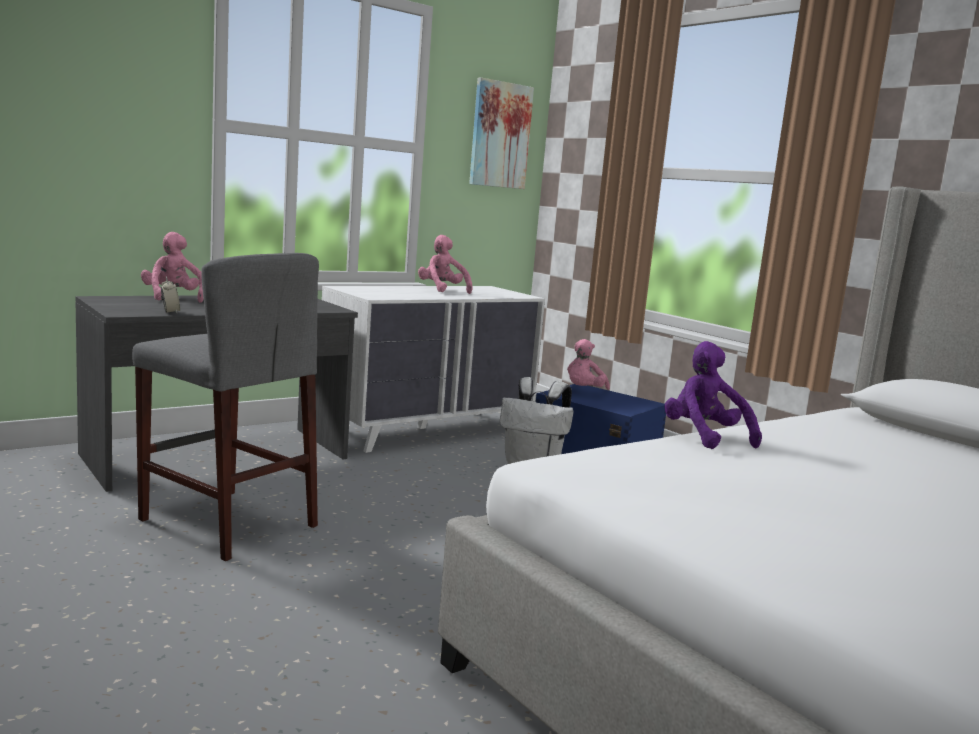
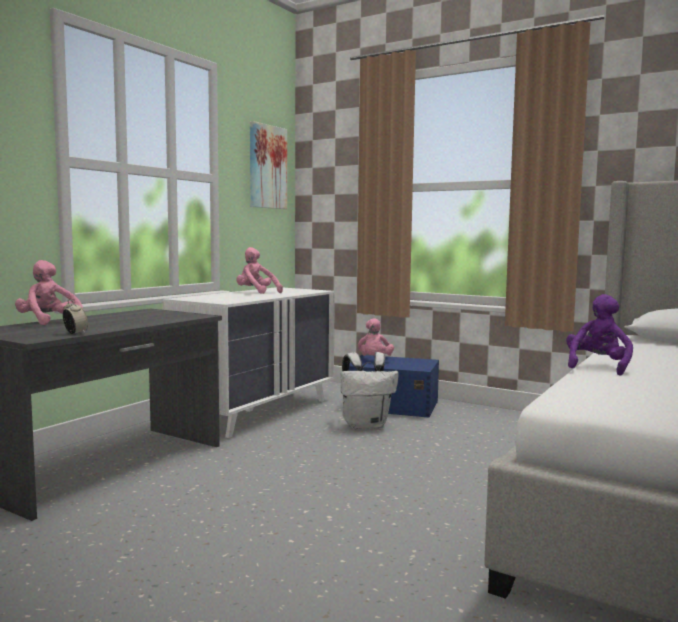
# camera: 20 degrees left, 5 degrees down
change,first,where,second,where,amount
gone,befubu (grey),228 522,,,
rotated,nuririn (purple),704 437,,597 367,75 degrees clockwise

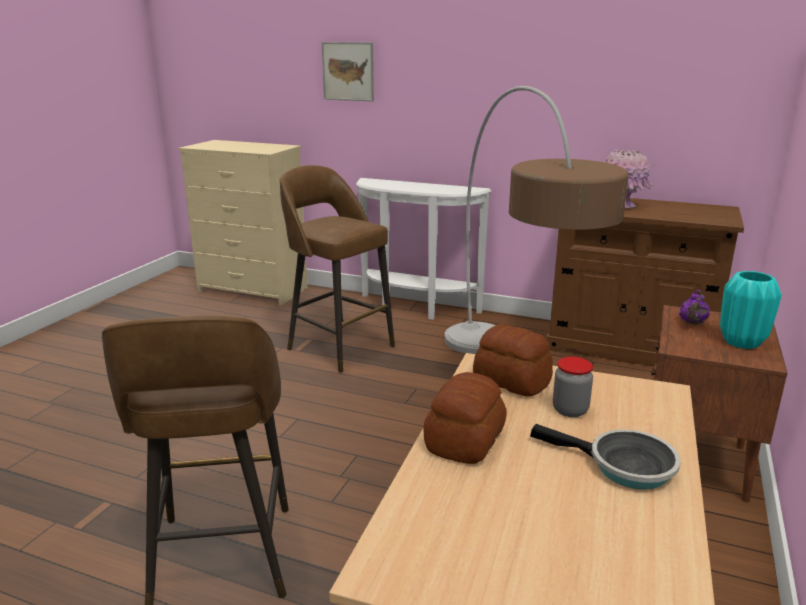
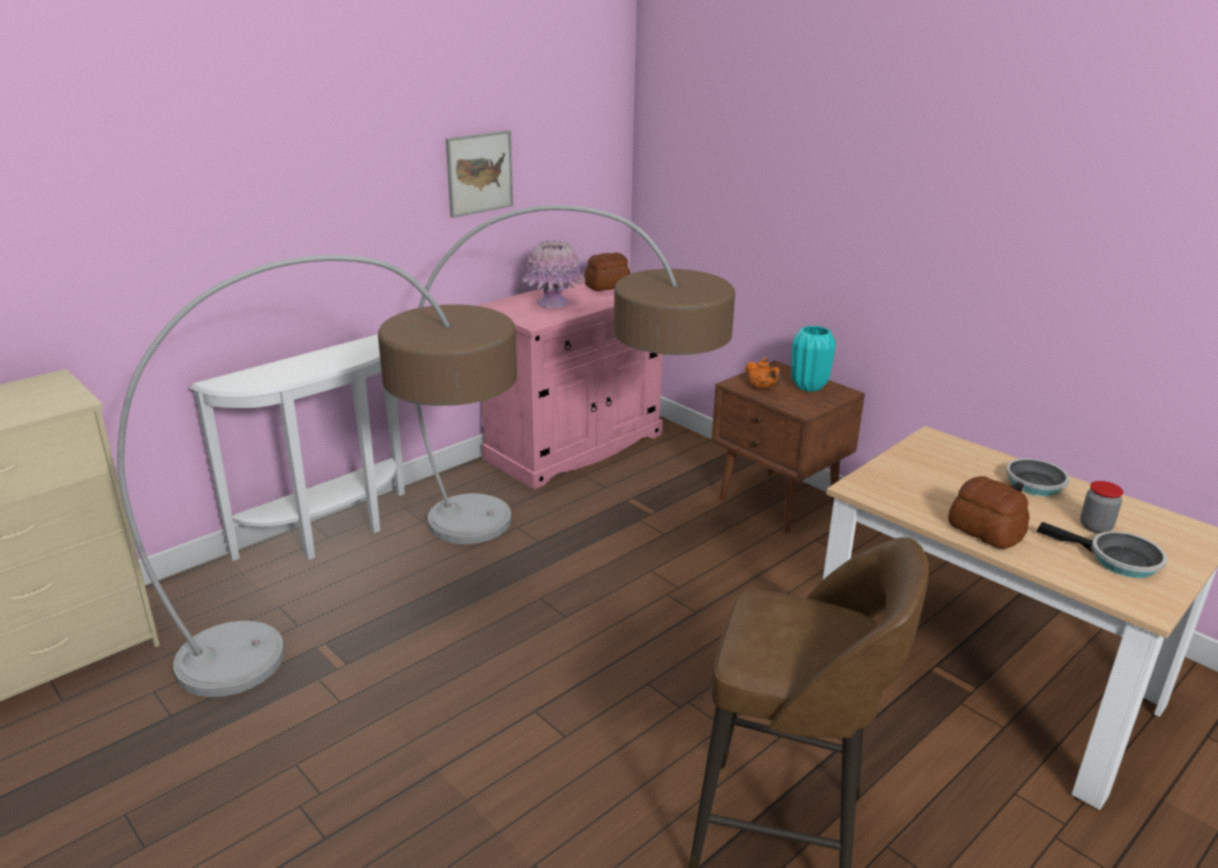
# camera: 65 degrees left, 5 degrees up
change,first,where,second,where,amount
new,,,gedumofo,1117 560,
shifted,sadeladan,348 71,,479 173,
shifted,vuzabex,511 380,,606 286,
shifted,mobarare,570 410,,1095 527,
swapped,befubu (brown),338 347,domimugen,373 626,
repainted,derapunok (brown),629 347,derapunok (pink),575 446,
repainted,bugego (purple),692 323,bugego (orange),762 388,

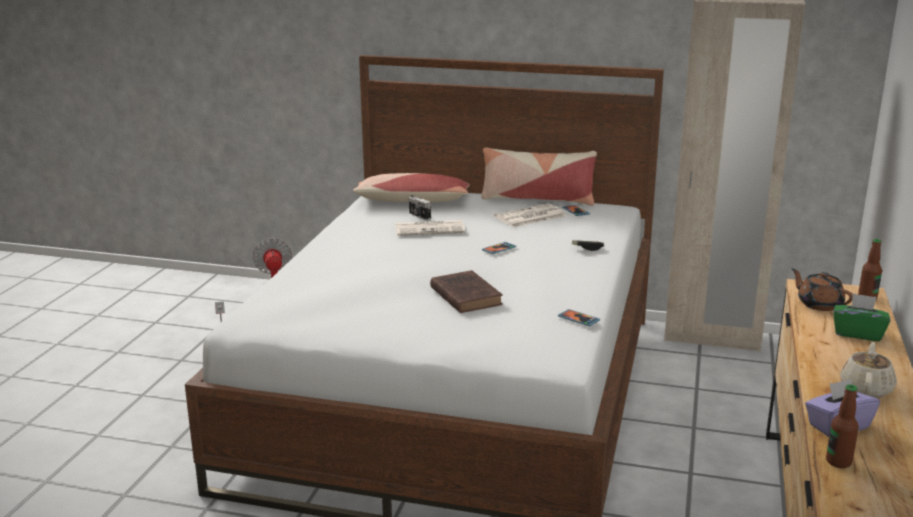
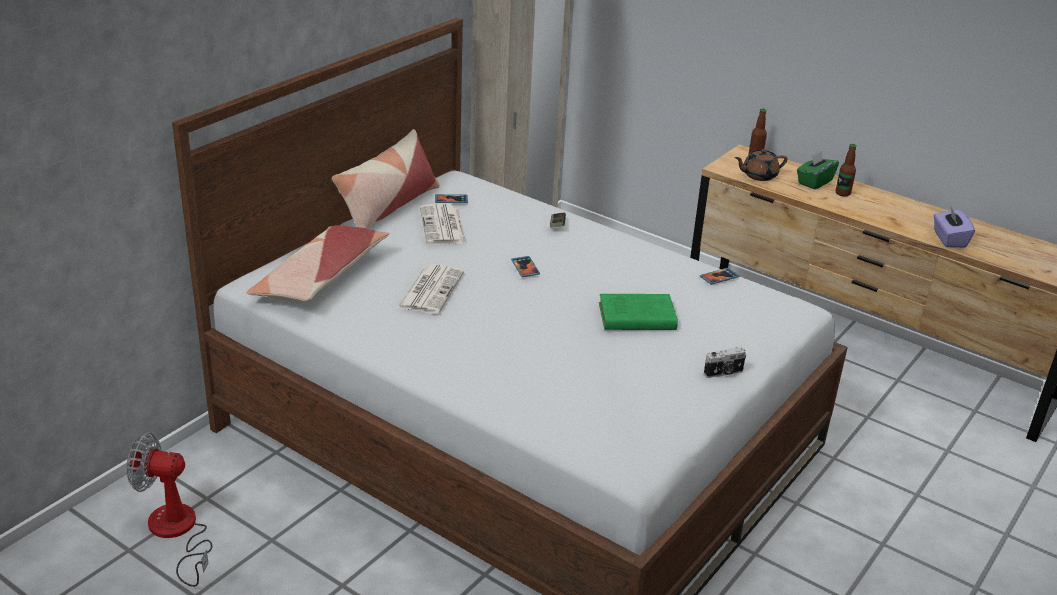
# camera: 70 degrees left, 10 degrees up
change,first,where,second,where,amount
gone,bugego (beige),866 388,,,
shifted,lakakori,419 216,,724 373,
shifted,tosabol,838 462,,842 193,
repainted,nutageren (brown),465 295,nutageren (green),634 317,

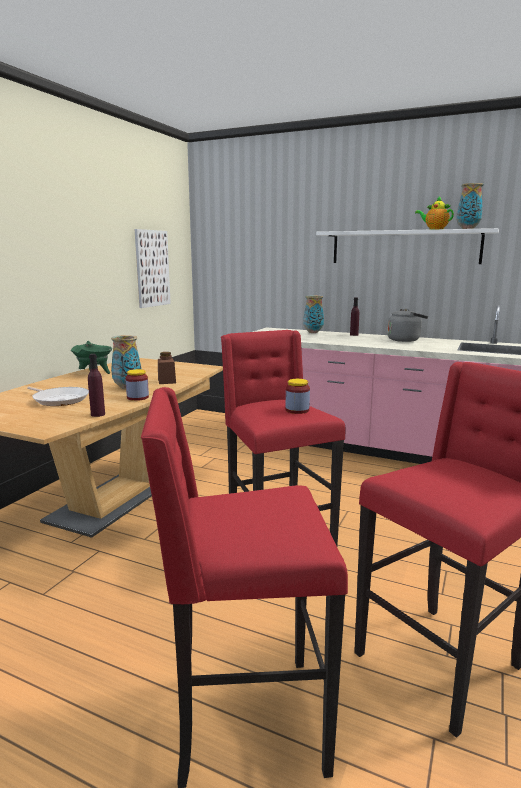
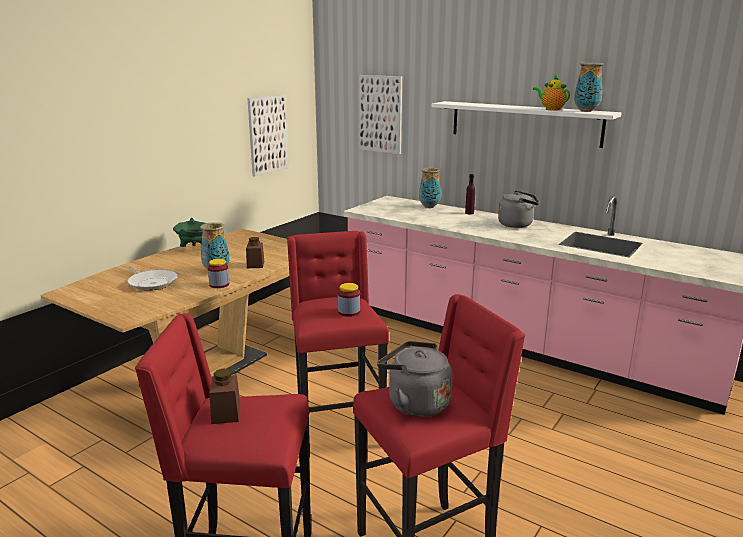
# camera: 10 degrees right, 5 degrees up
change,first,where,second,where,amount
gone,tosabol (purple),98 414,,,
new,,,mobarare (brown),226 413,
new,,,sadeladan,380 114,
new,,,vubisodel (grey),415 403,

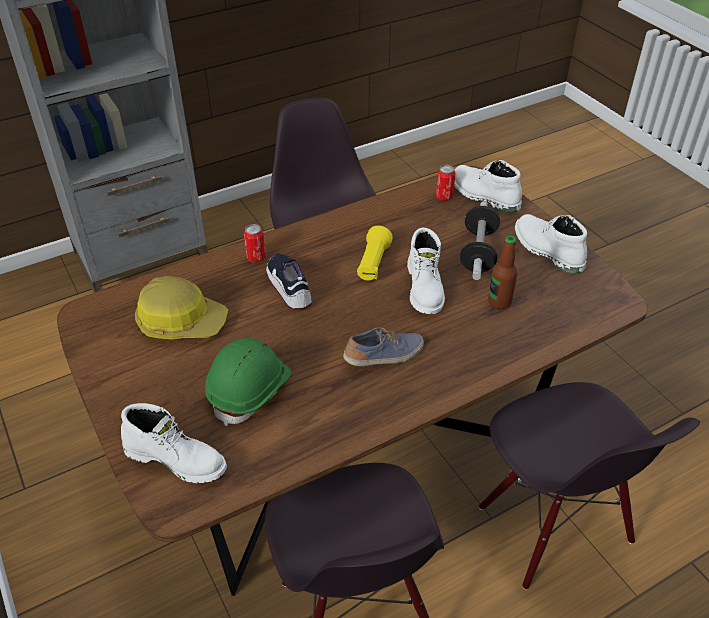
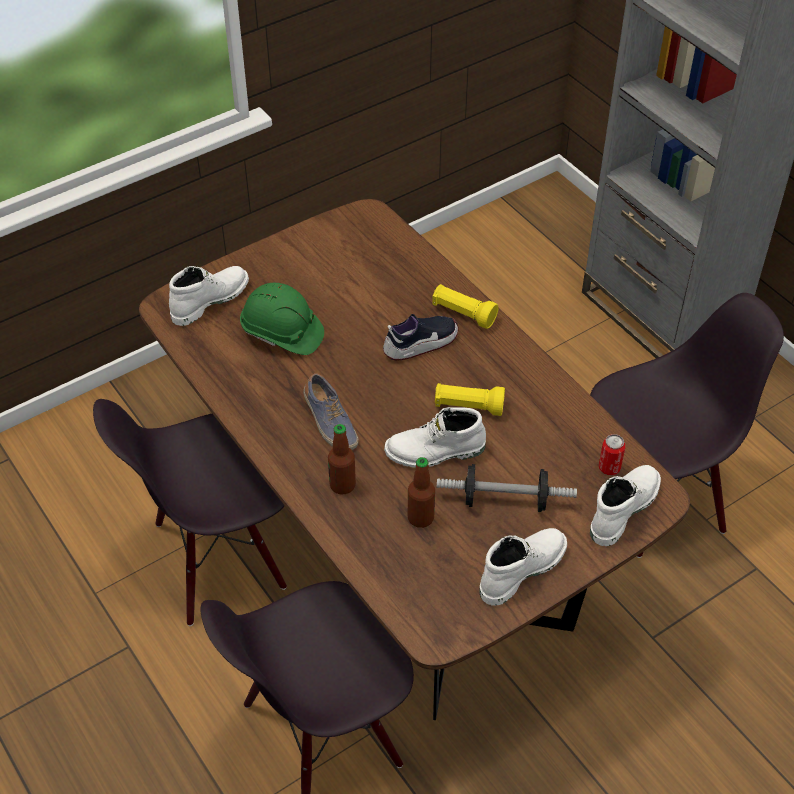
# camera: 85 degrees right, 5 degrees up
change,first,where,second,where,amount
gone,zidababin,181 321,,,
new,,,tosabol,342 485,
swapped,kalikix,256 258,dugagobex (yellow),463 314,
rotated,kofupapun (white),177 458,,209 300,150 degrees counterclockwise

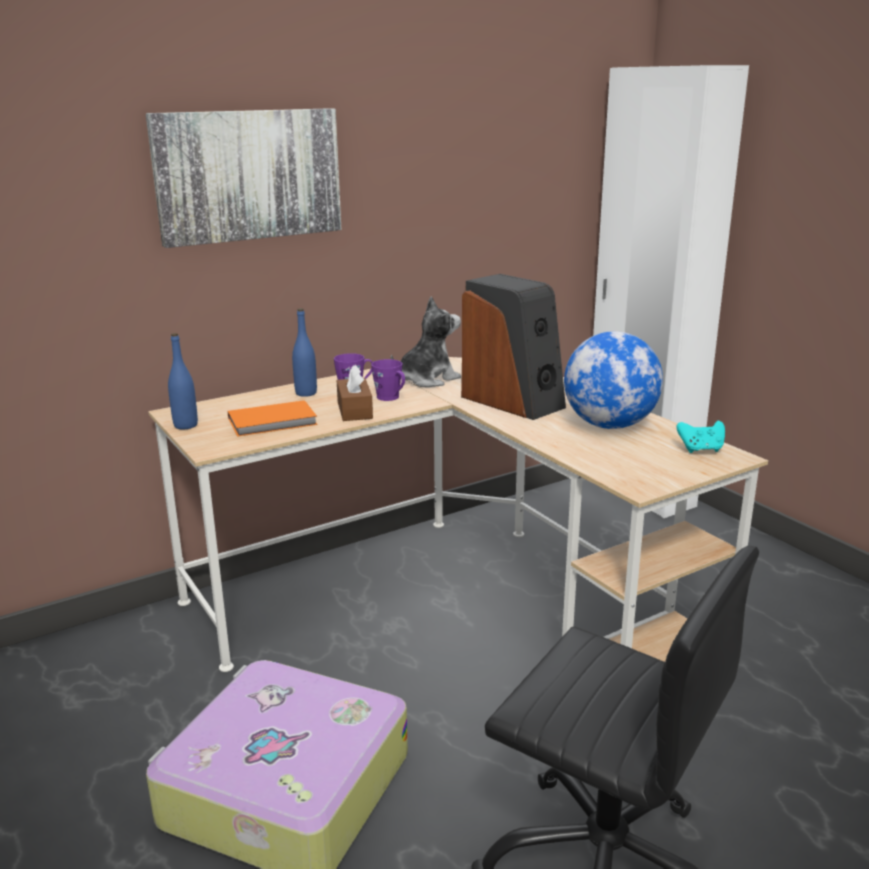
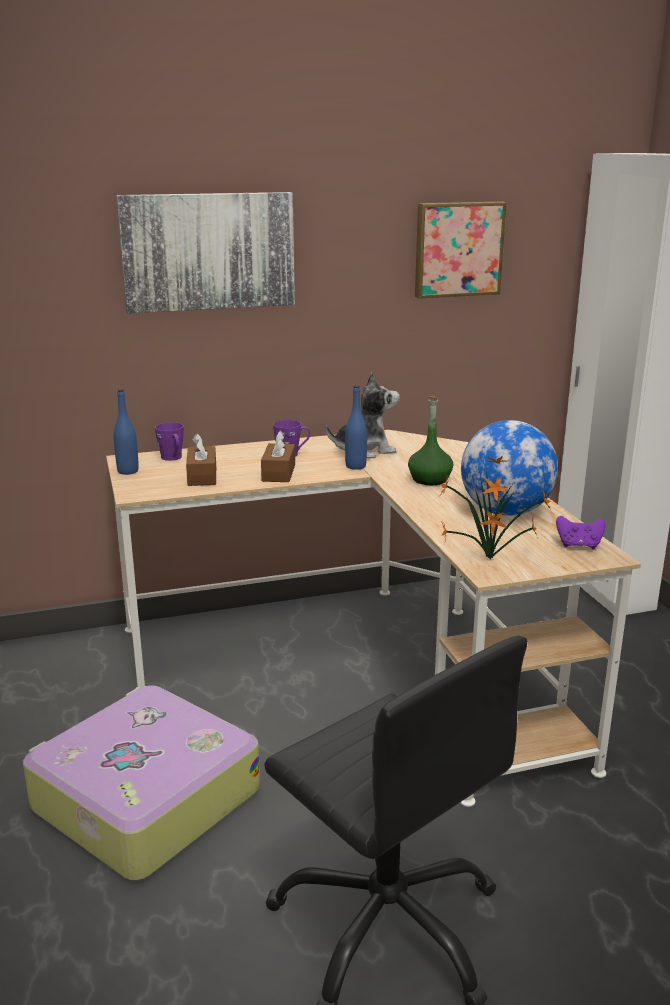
# camera: 15 degrees right, 0 degrees up
change,first,where,second,where,amount
new,,,sadeladan,457 249,
new,,,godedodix,492 560,
shifted,tosabol (blue),306 393,,355 466,
shifted,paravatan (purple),391 398,,172 458,
swapped,nutageren (orange),274 422,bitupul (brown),202 476,
swapped,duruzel,513 401,tosabol (green),429 479,
repainted,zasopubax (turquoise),701 449,zasopubax (purple),579 545,

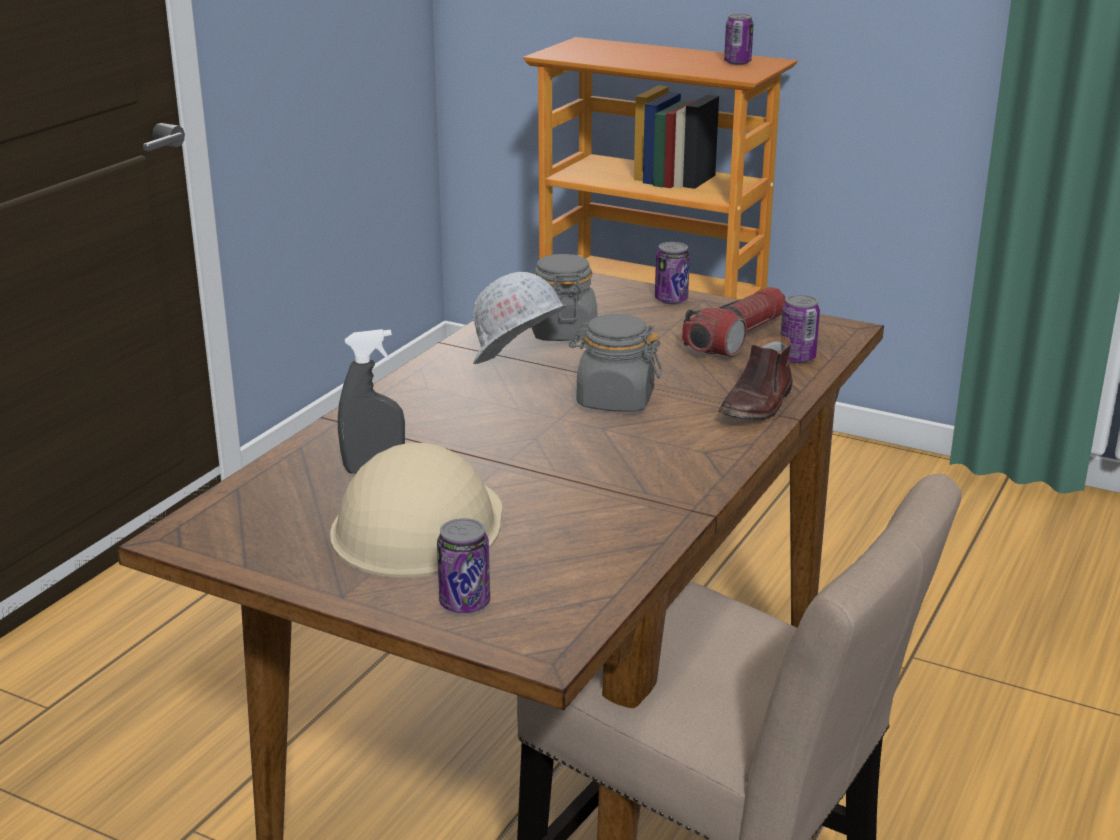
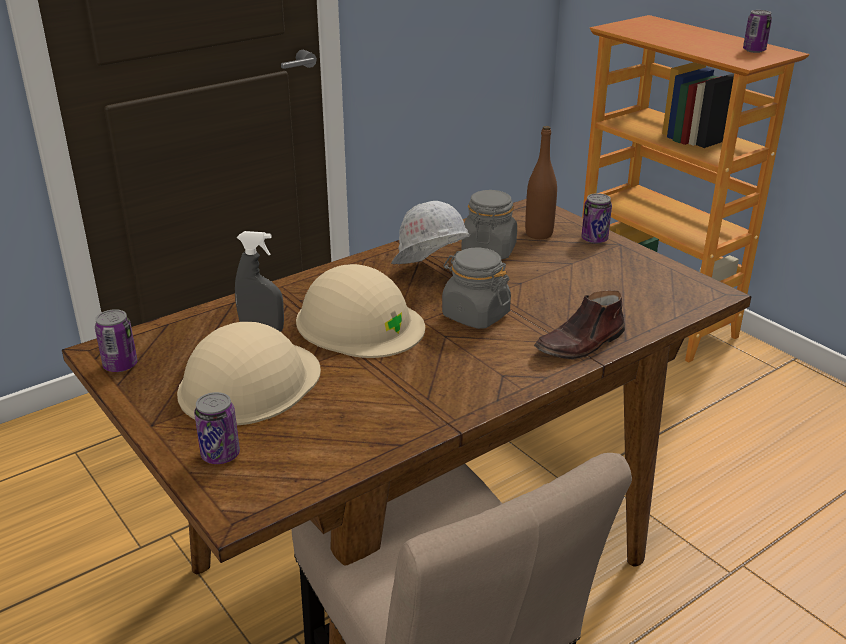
# camera: 25 degrees right, 5 degrees up
change,first,where,second,where,amount
gone,dugagobex,736 338,,,
new,,,zidababin (beige),359 323,
new,,,tosabol (brown),539 234,
shifted,kalikix,797 358,,120 365,

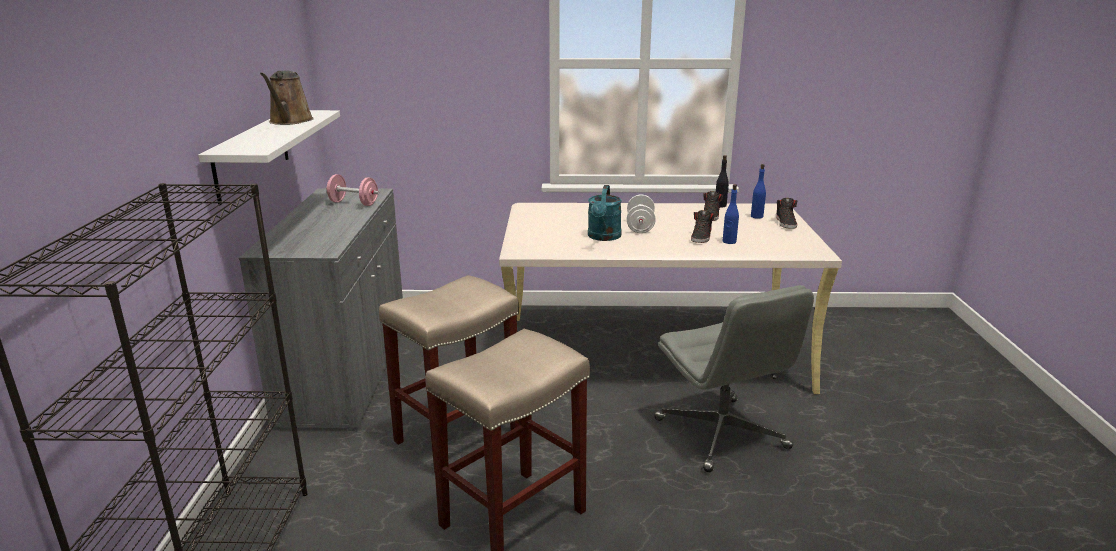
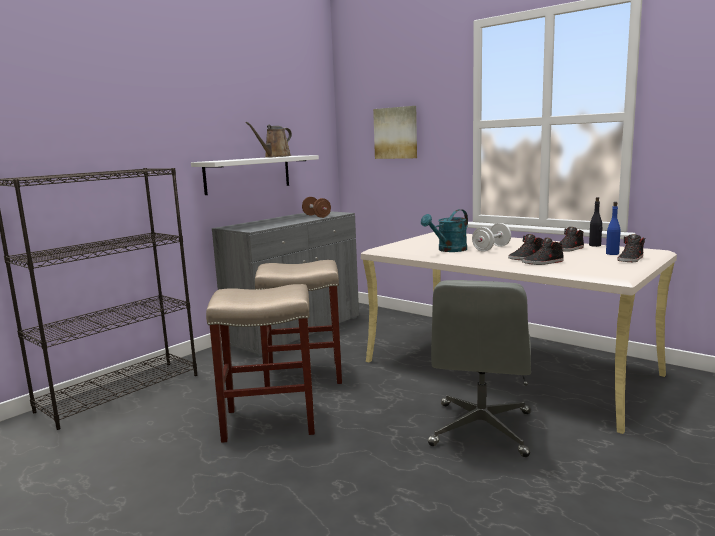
# camera: 40 degrees right, 10 degrees down
change,first,where,second,where,amount
new,,,sadeladan,396 133,
swapped,tosabol (blue),729 242,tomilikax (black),543 262,
repainted,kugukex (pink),353 203,kugukex (brown),316 216,

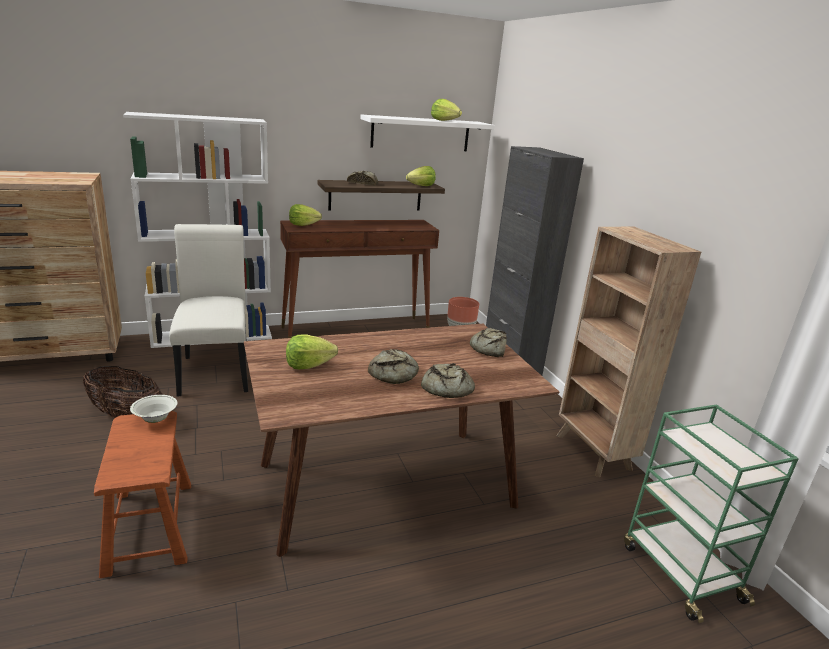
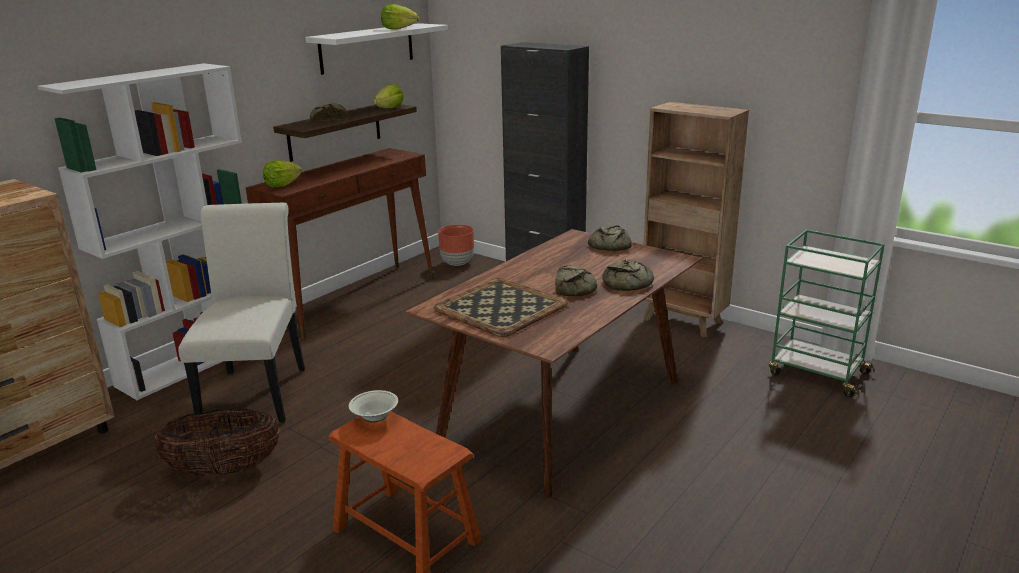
# camera: 30 degrees left, 0 degrees up
change,first,where,second,where,amount
swapped,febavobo,308 365,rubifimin,499 307,
rotated,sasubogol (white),215 370,,257 391,45 degrees clockwise

